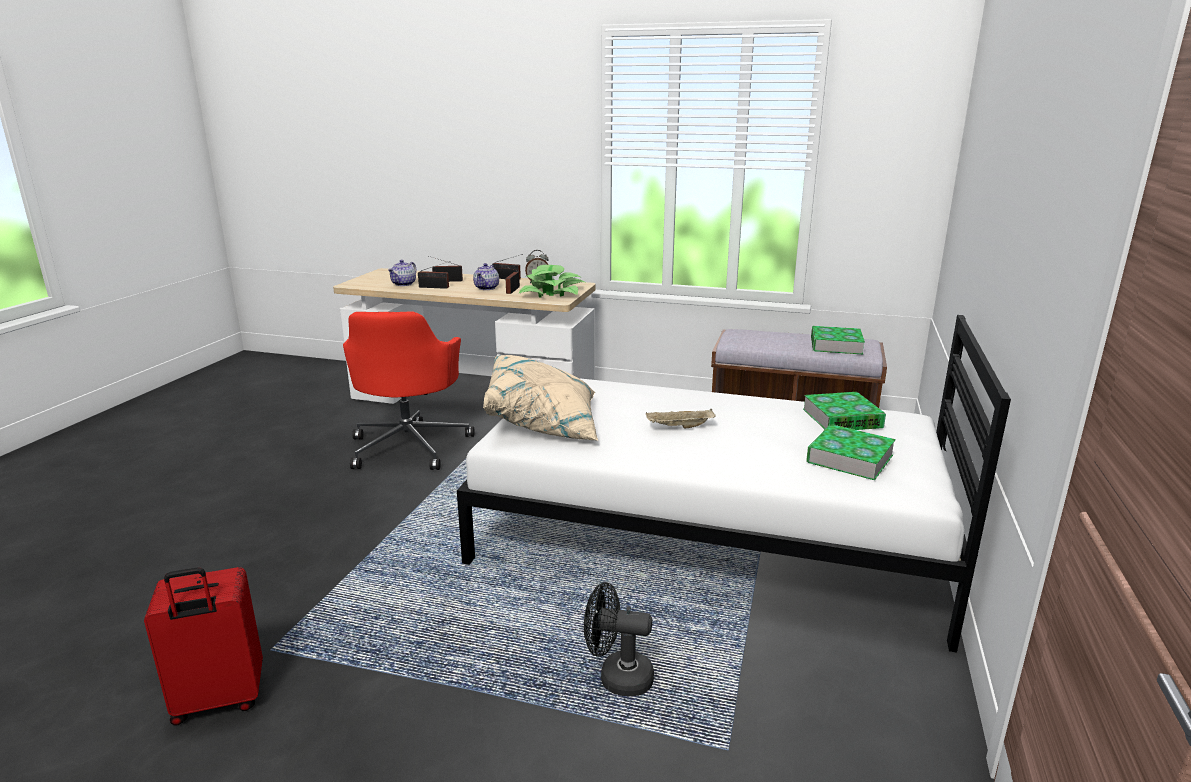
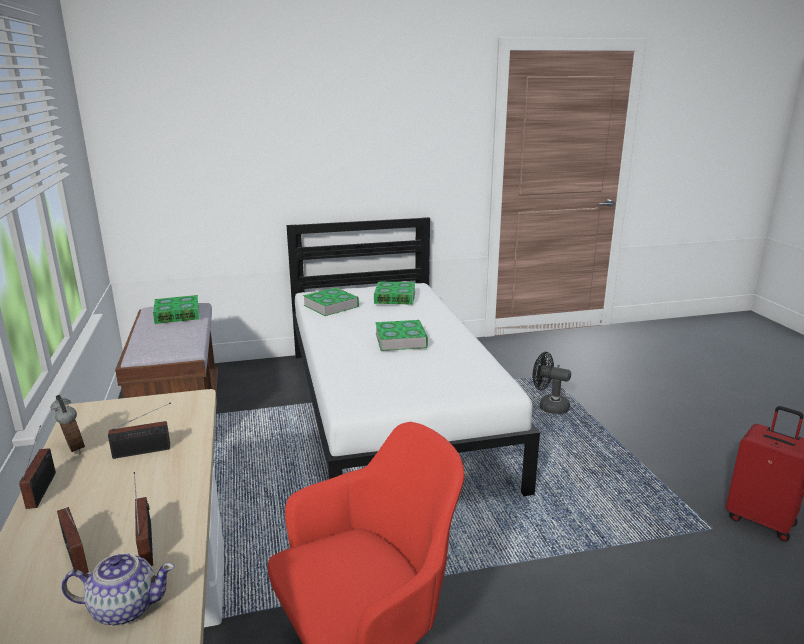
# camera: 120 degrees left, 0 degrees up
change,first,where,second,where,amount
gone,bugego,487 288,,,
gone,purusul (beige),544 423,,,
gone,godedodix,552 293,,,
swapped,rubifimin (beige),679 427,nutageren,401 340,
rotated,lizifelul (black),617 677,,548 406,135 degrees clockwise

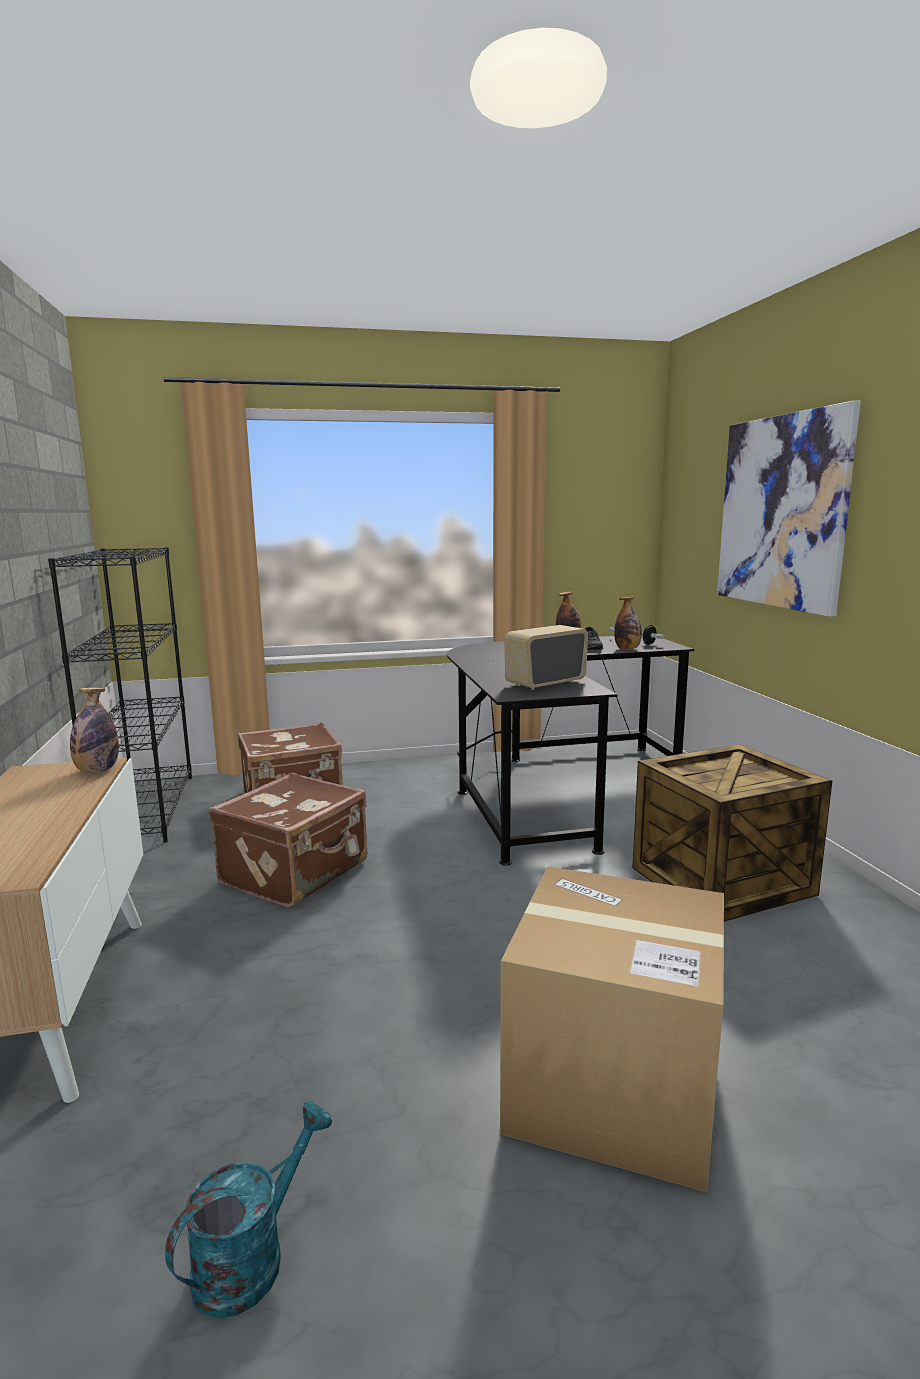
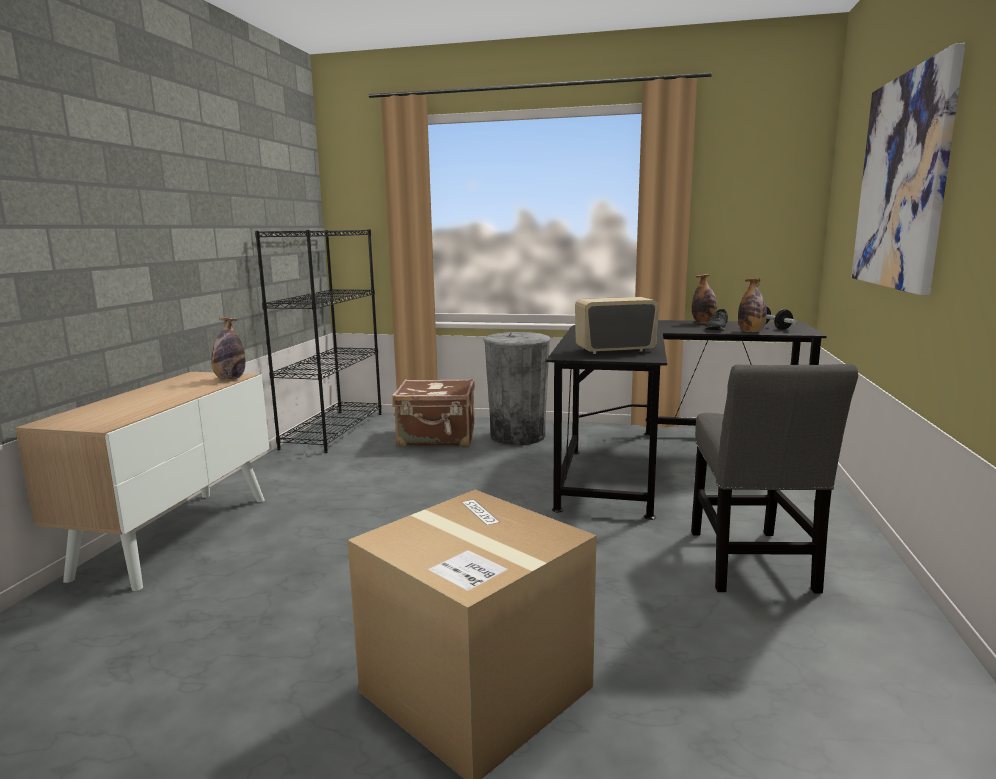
# camera: 25 degrees right, 0 degrees up
change,first,where,second,where,amount
gone,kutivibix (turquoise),252 1256,,,
gone,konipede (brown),297 873,,,
new,,,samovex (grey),517 436,
swapped,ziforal,723 882,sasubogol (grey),751 564,

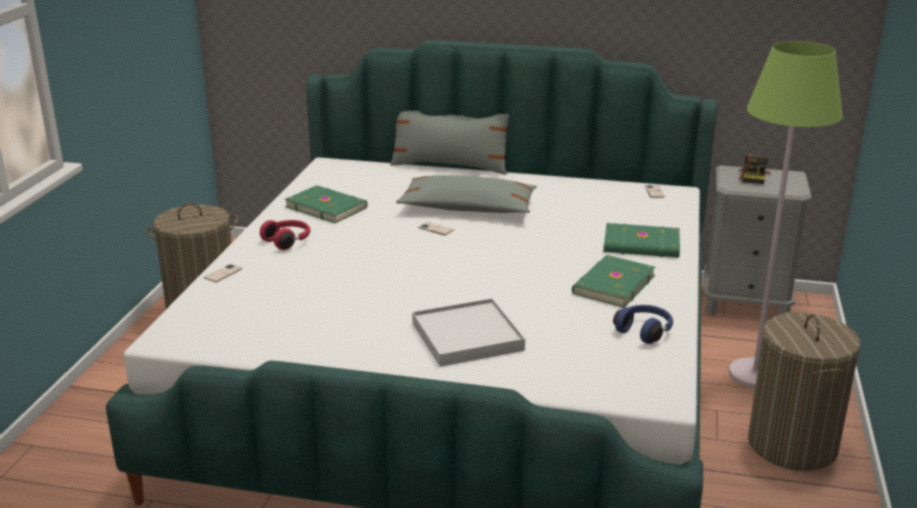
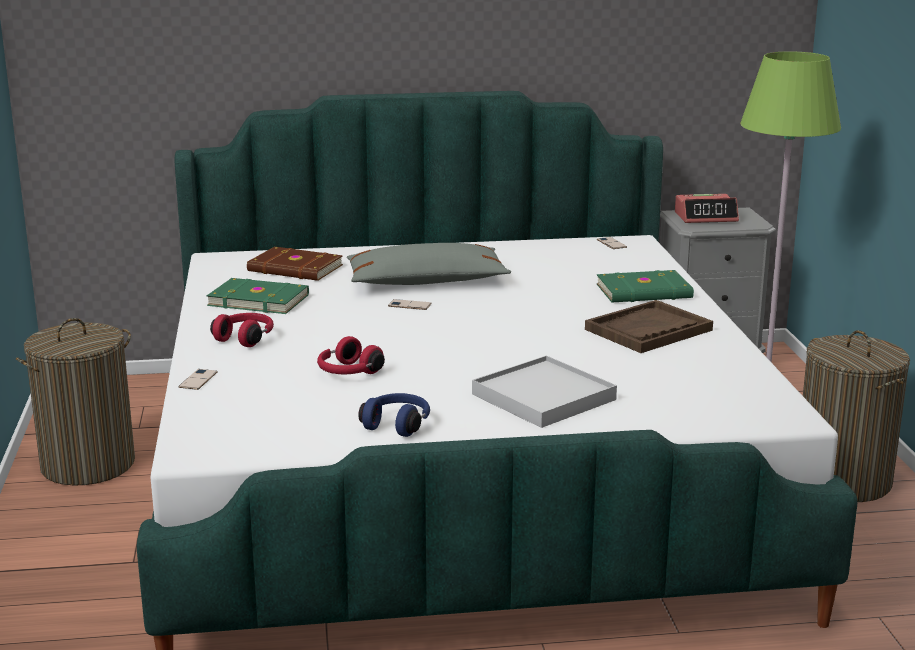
# camera: 20 degrees left, 5 degrees down
change,first,where,second,where,amount
gone,purusul (grey),450 166,,,
new,,,nutageren (brown),295 269,
new,,,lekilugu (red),348 372,
shifted,lekilugu (blue),644 331,,397 424,
swapped,nutageren (green),612 284,rubifimin (brown),648 330,
swapped,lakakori,753 177,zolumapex,706 217,

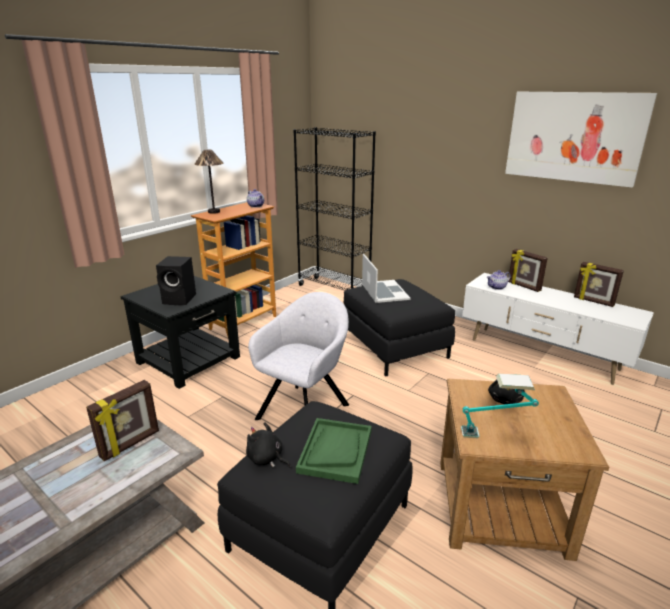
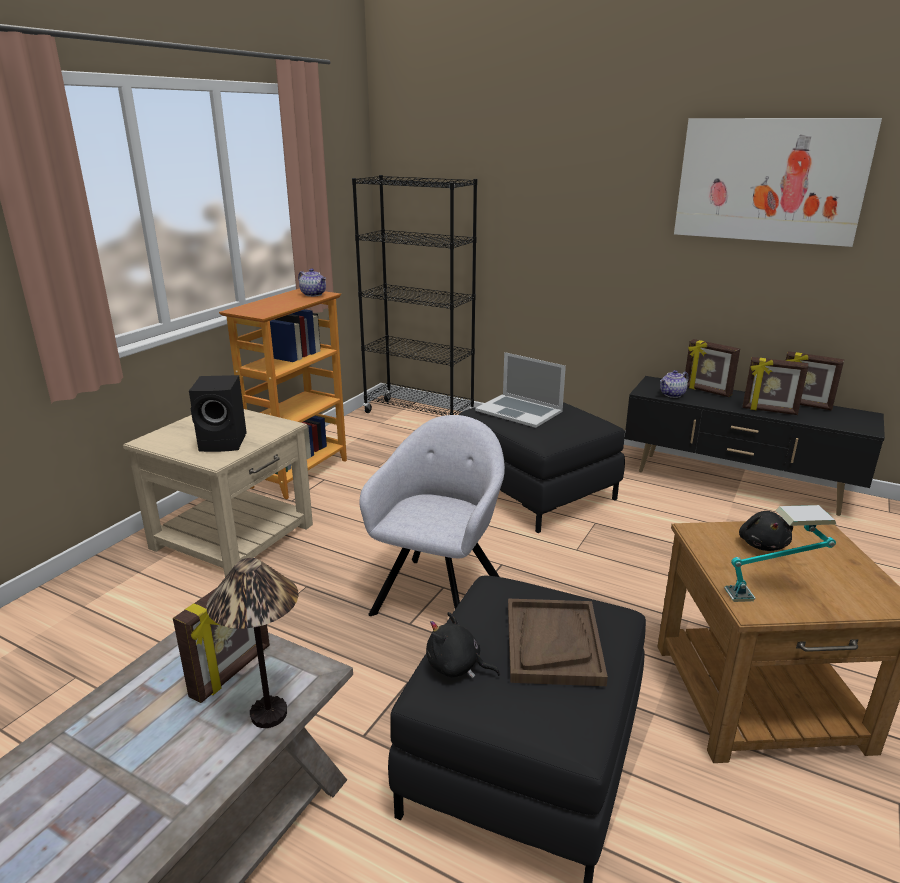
# camera: 10 degrees left, 0 degrees up
change,first,where,second,where,amount
new,,,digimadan,769 411,
shifted,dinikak,214 212,,270 714,
repainted,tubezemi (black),188 360,tubezemi (beige),233 536,
repainted,rubifimin (green),335 451,rubifimin (brown),553 643,
repainted,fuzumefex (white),542 355,fuzumefex (black),737 484,
rotated,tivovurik,384 291,,519 411,150 degrees clockwise

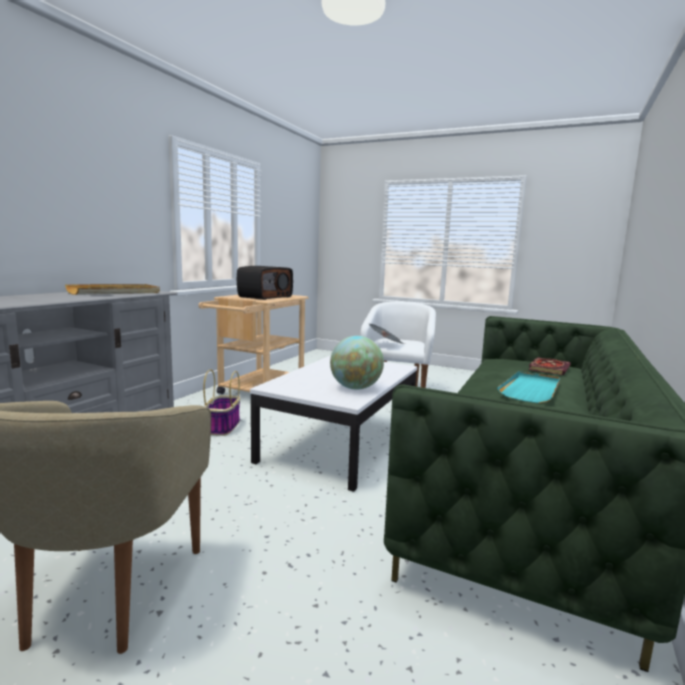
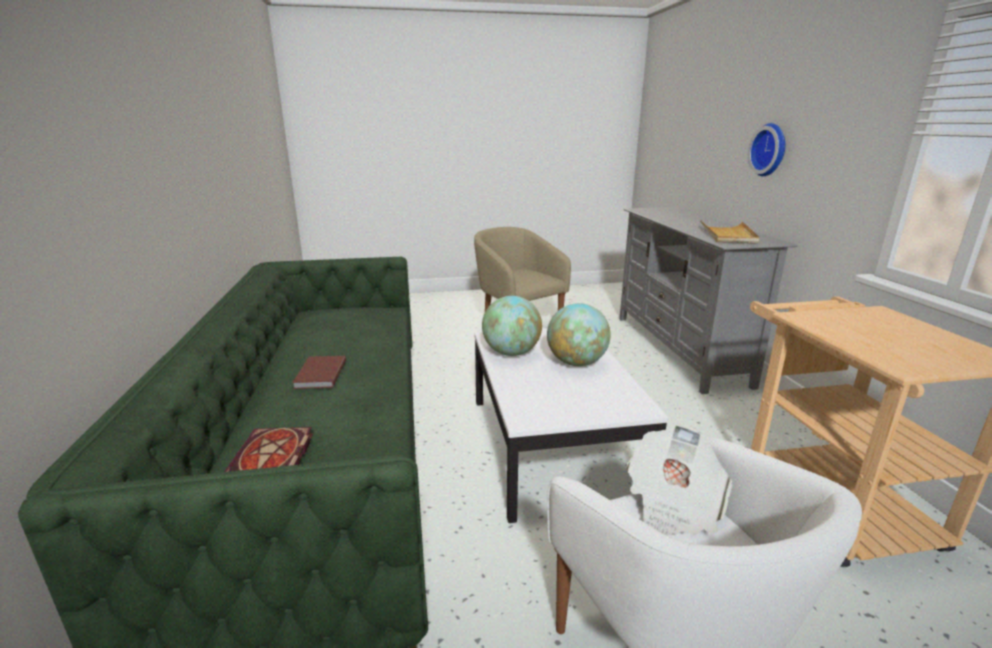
# camera: 145 degrees right, 10 degrees up
change,first,where,second,where,amount
gone,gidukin,223 426,,,
gone,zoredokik,265 297,,,
new,,,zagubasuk,576 363,
new,,,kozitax,770 150,
swapped,rubifimin (turquoise),531 390,nutageren (brown),319 374,

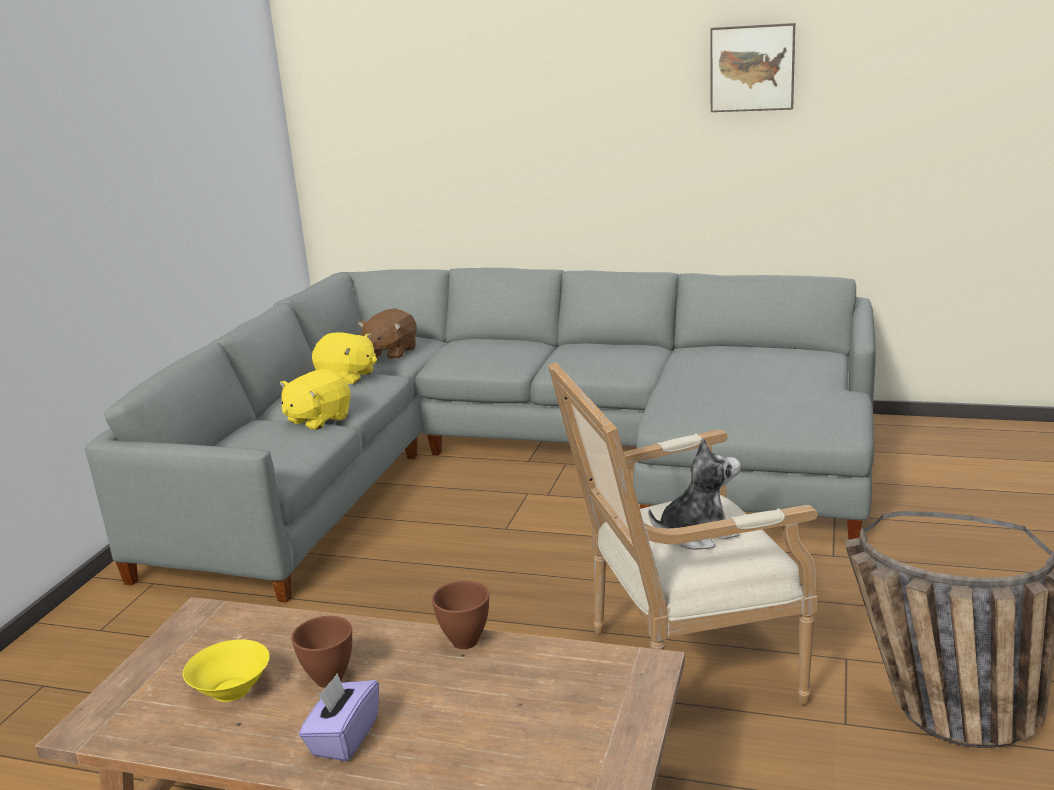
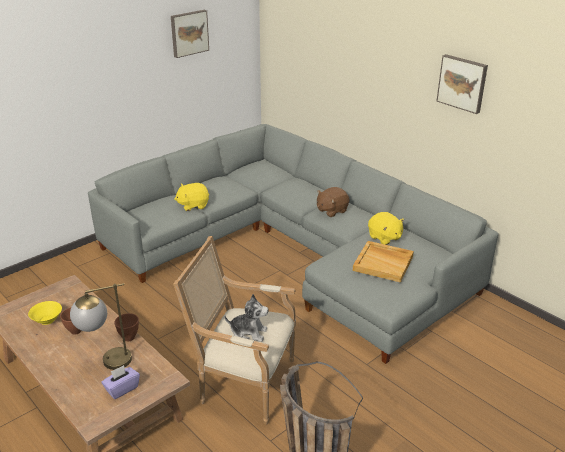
# camera: 30 degrees right, 10 degrees up
change,first,where,second,where,amount
new,,,dinikak,106 363,
new,,,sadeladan,189 33,
new,,,rubifimin (beige),383 263,
shifted,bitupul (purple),343 738,,122 389,
shifted,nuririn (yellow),347 377,,384 238,
shifted,nuririn (brown),390 353,,331 210,

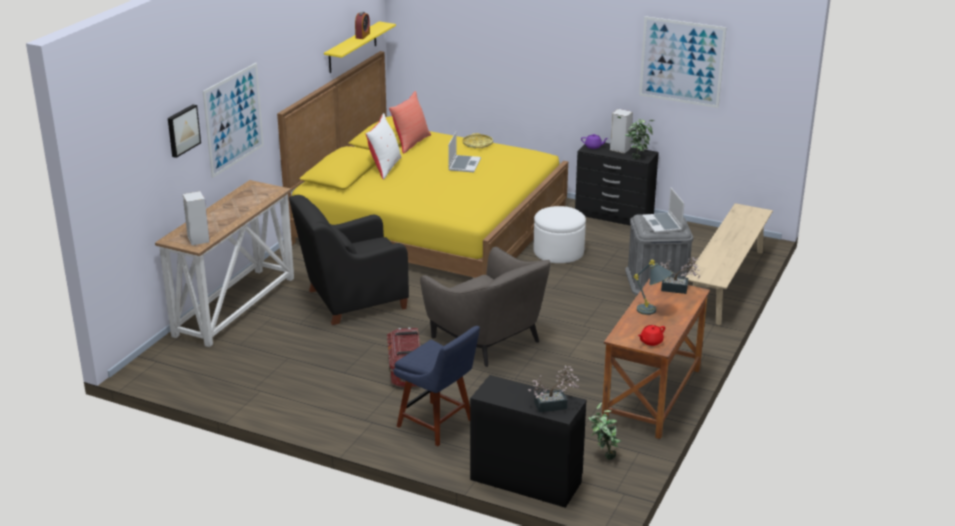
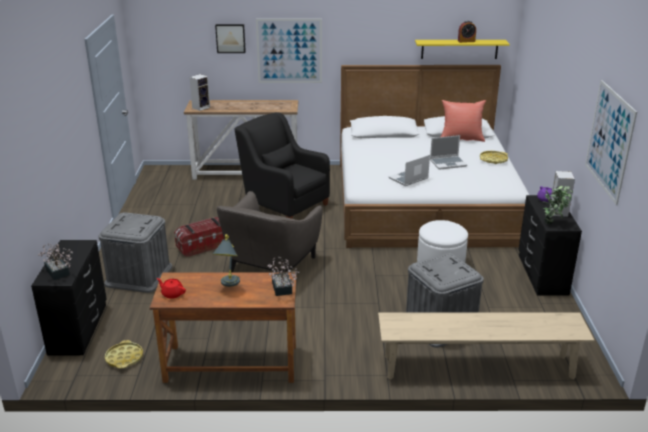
# camera: 65 degrees right, 0 degrees up
change,first,where,second,where,amount
gone,purusul (white),384 167,,,
shifted,tivovurik,663 224,,408 179,
swapped,sasubogol (blue),438 425,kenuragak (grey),139 275,
swapped,godedodix,603 456,rubifimin (yellow),124 358,
repainted,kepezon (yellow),430 224,kepezon (white),424 202,

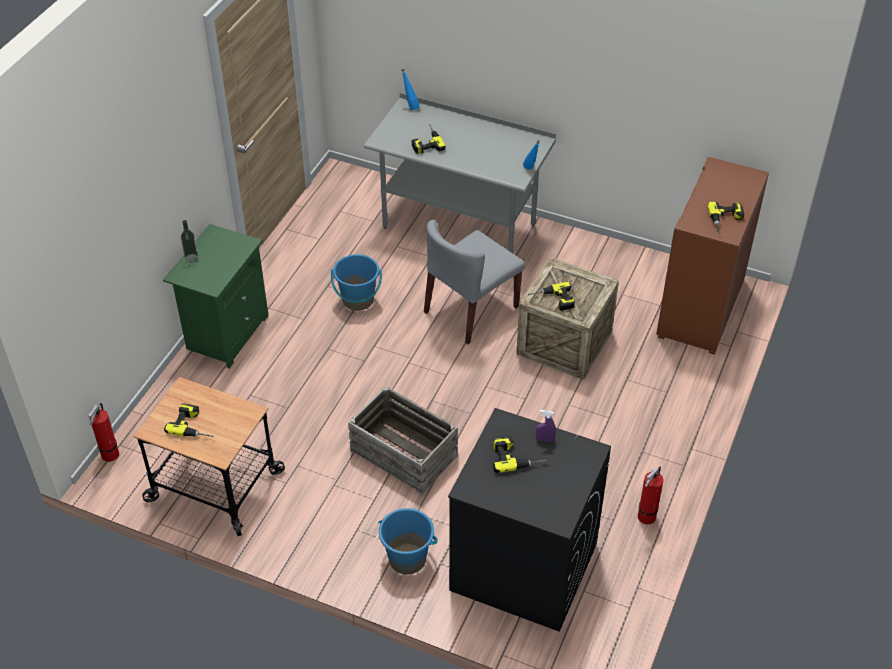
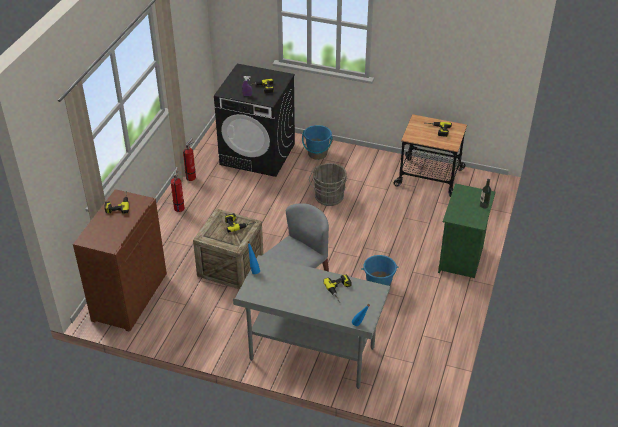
# camera: 175 degrees right, 5 degrees down
change,first,where,second,where,amount
shifted,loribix,109 456,,179 207,
swapped,ziforal,403 454,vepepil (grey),328 198,

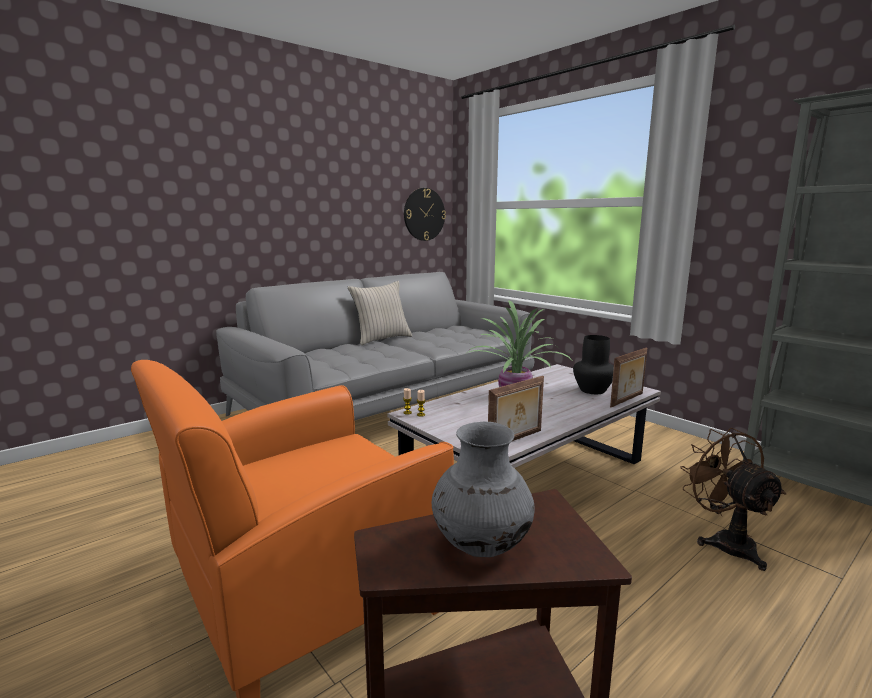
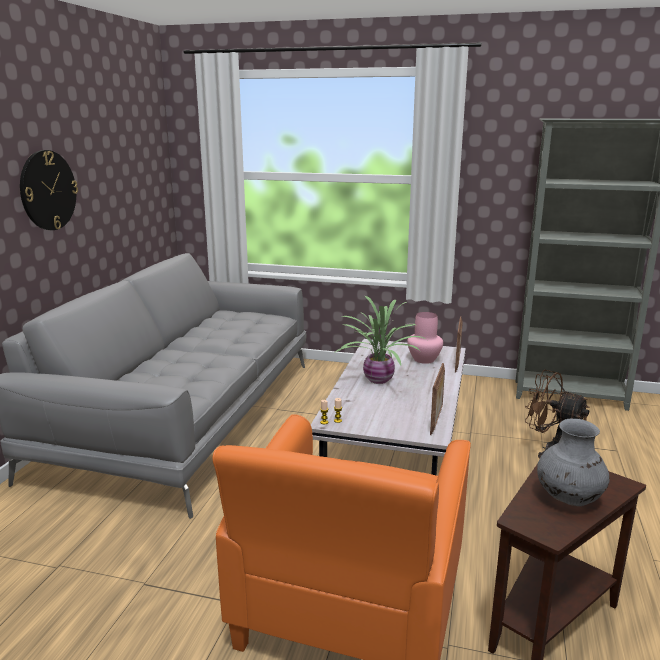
# camera: 35 degrees left, 5 degrees up
change,first,where,second,where,amount
gone,purusul (beige),381 339,,,
shifted,kozitax,424 214,,48 190,
repainted,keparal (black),593 390,keparal (pink),424 359,

